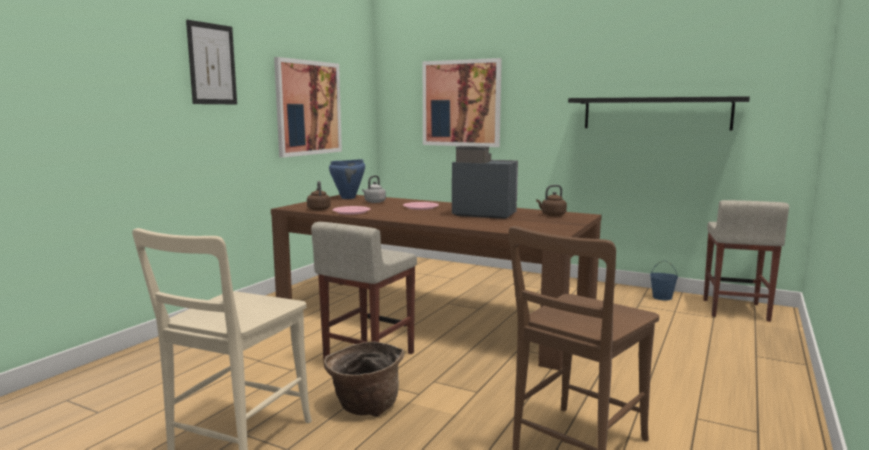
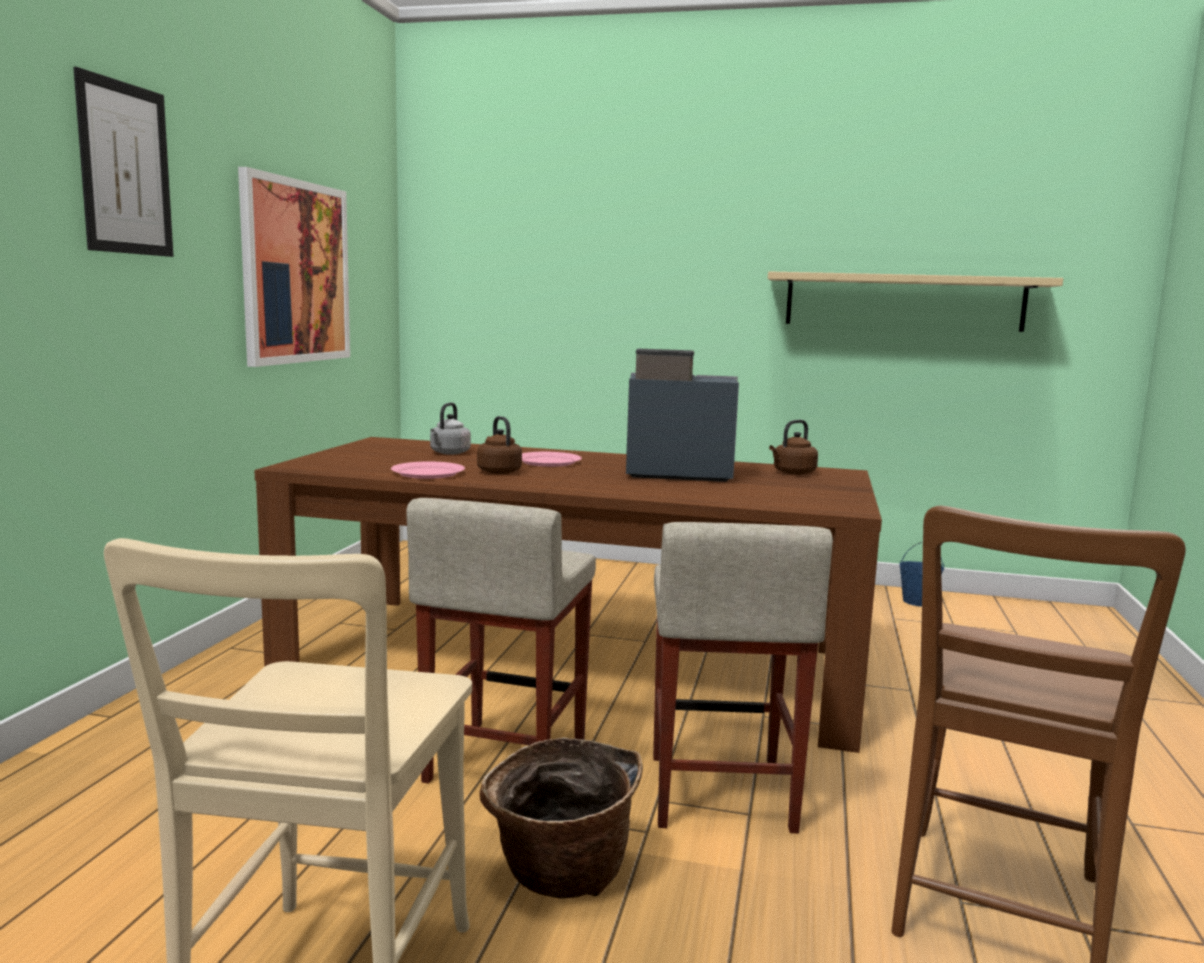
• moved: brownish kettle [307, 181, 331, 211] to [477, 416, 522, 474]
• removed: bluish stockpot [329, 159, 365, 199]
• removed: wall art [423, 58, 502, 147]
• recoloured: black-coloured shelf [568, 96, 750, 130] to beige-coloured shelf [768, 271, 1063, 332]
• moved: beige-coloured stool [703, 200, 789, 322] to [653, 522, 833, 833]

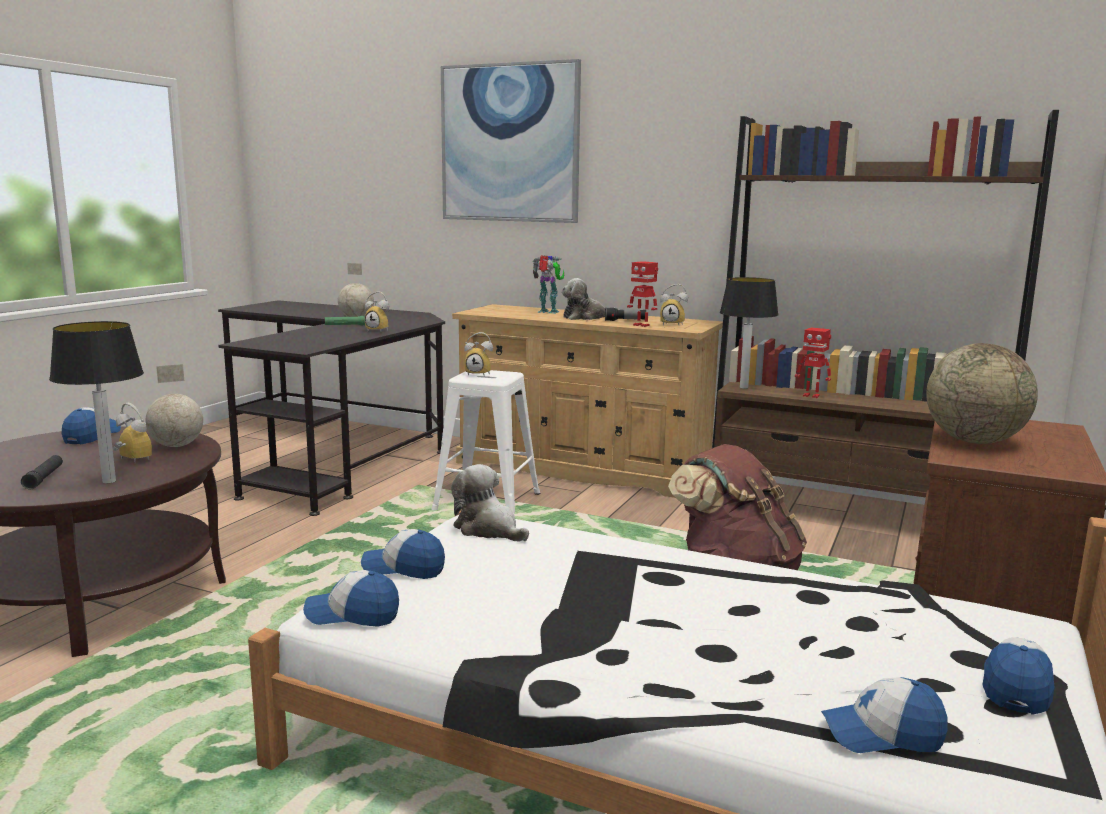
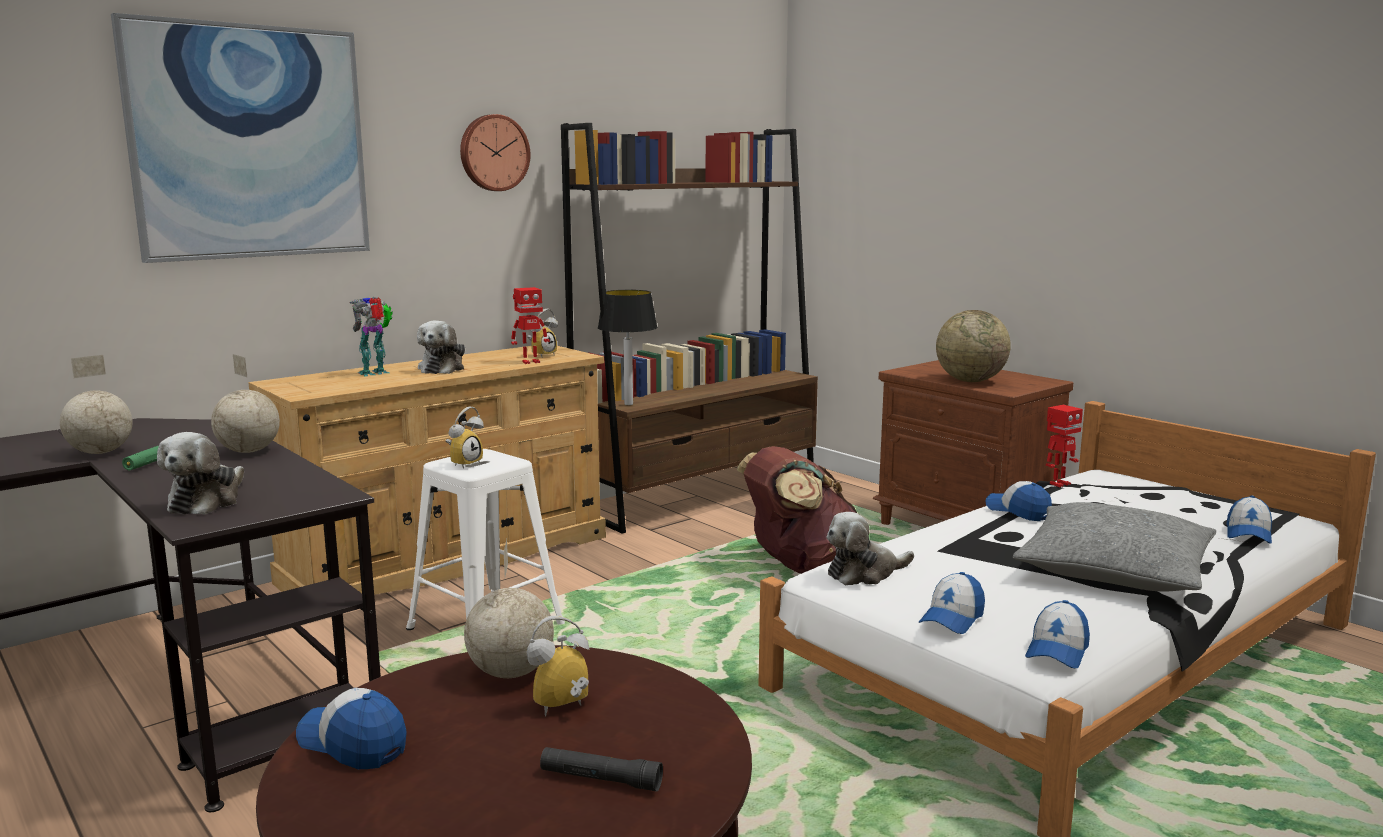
• removed: table lamp [49, 321, 144, 483]
• replaced: alarm clock [365, 292, 389, 331] to globe [211, 354, 280, 453]
• removed: hand torch [605, 307, 646, 321]
• moved: toy robot [795, 328, 831, 398] to [1046, 405, 1083, 487]
• moved: cap [982, 637, 1055, 715] to [985, 481, 1052, 521]
• added: soft toy [157, 432, 244, 515]
• added: hanging clock [460, 114, 531, 191]
• added: greyish cushion [1013, 502, 1216, 592]

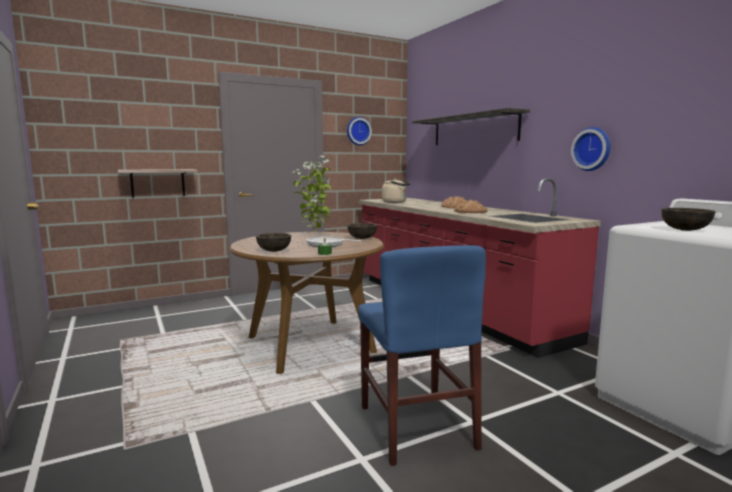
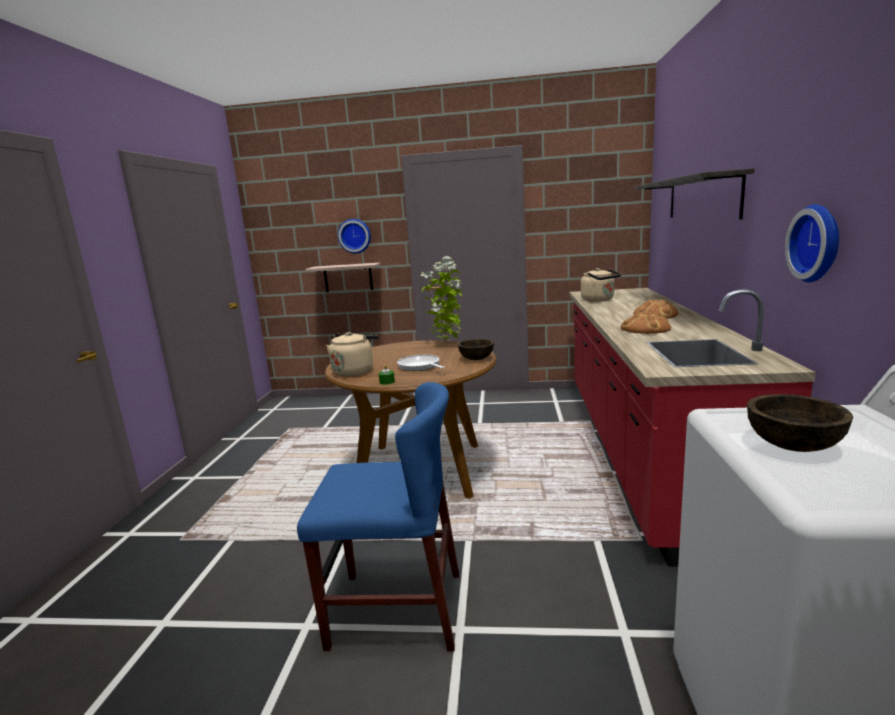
• replaced: brownish bowl [256, 233, 291, 252] to beige-coloured kettle [326, 332, 378, 376]
• moved: hanging clock [347, 117, 372, 146] to [338, 219, 371, 253]
• turned: bluish chair [358, 245, 486, 466] = [297, 382, 459, 652] 105 degrees counterclockwise

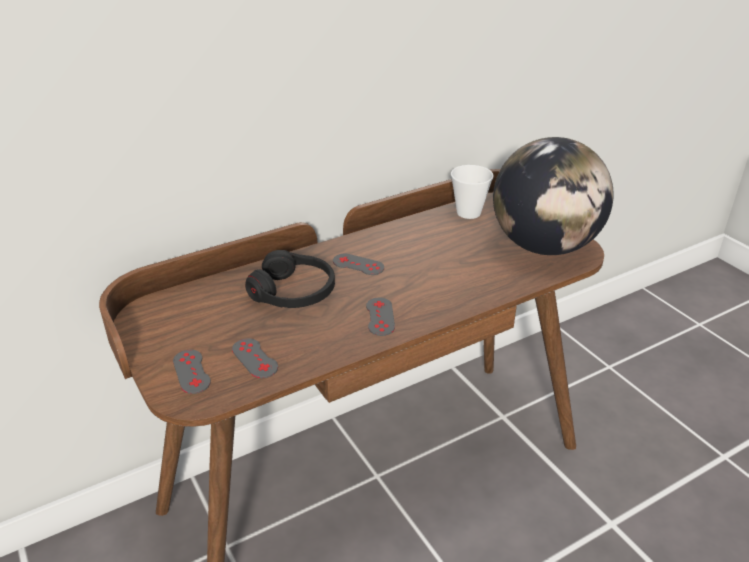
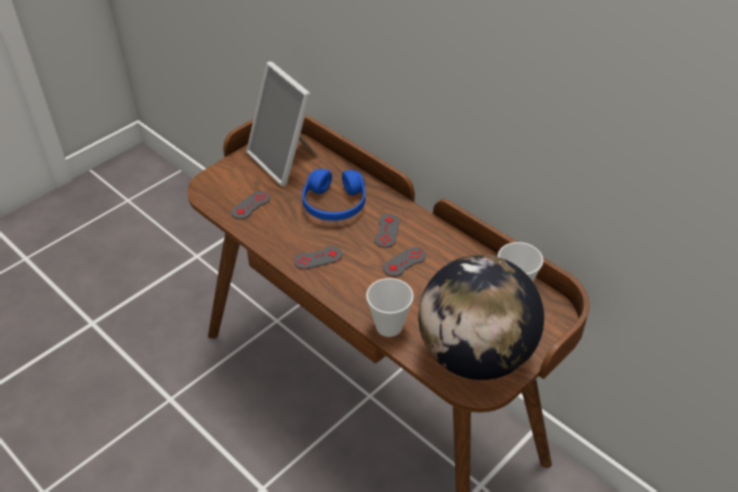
• moved: greyish game controller [173, 350, 211, 394] to [383, 247, 426, 277]
• recoloured: black-coloured headset [245, 250, 335, 308] to bluish headset [302, 169, 365, 221]
• added: photo frame [246, 61, 318, 186]
• added: drinking cup [366, 278, 414, 337]

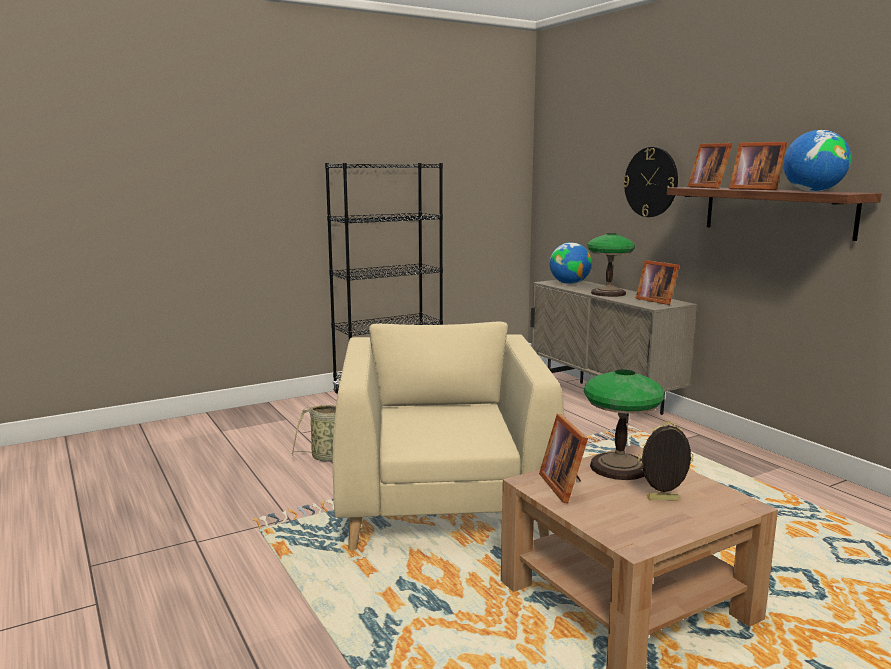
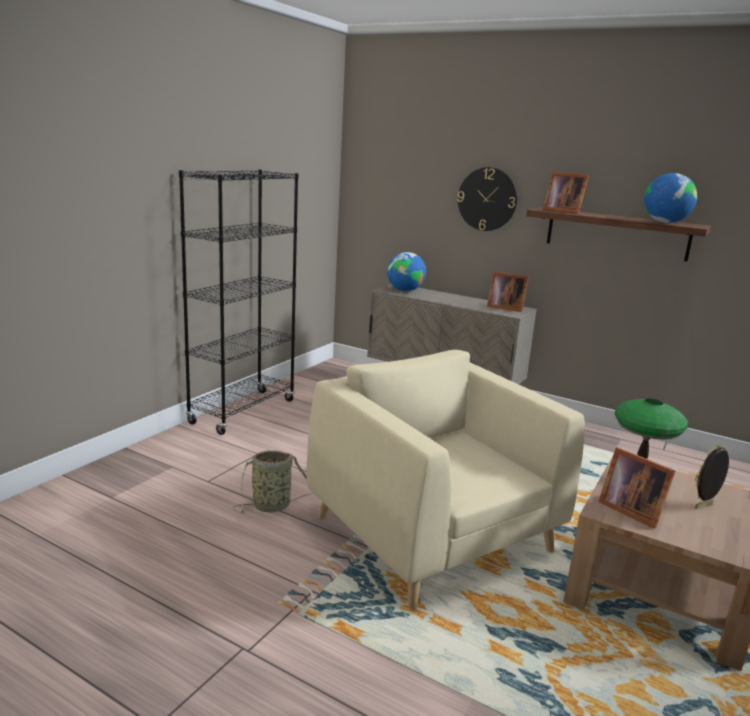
• removed: table lamp [587, 233, 635, 297]
• removed: photo frame [729, 142, 787, 190]

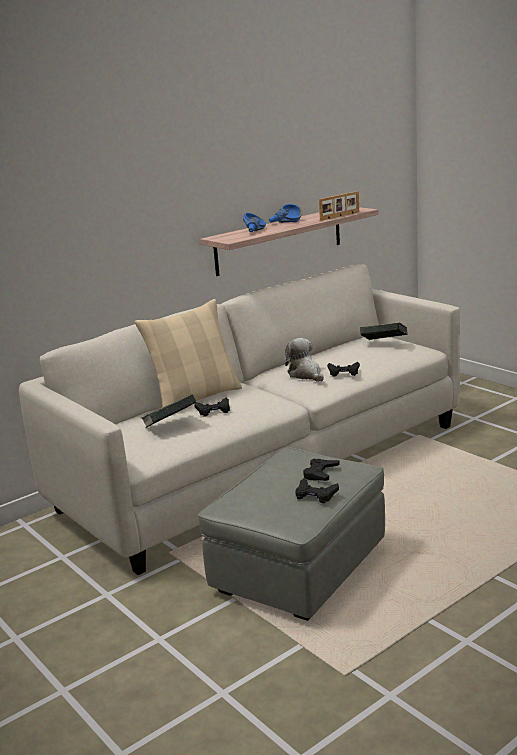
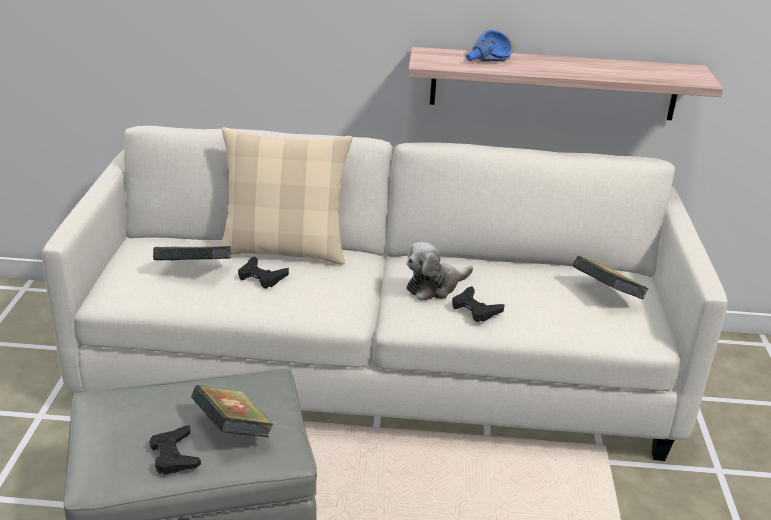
• removed: bluish bowl [269, 204, 303, 223]
• turned: soft toy [285, 338, 324, 382] = [407, 242, 473, 301] 135 degrees counterclockwise
• replaced: black-coloured game controller [303, 458, 340, 481] to bound book [191, 385, 274, 437]
• removed: photo frame [319, 191, 359, 221]

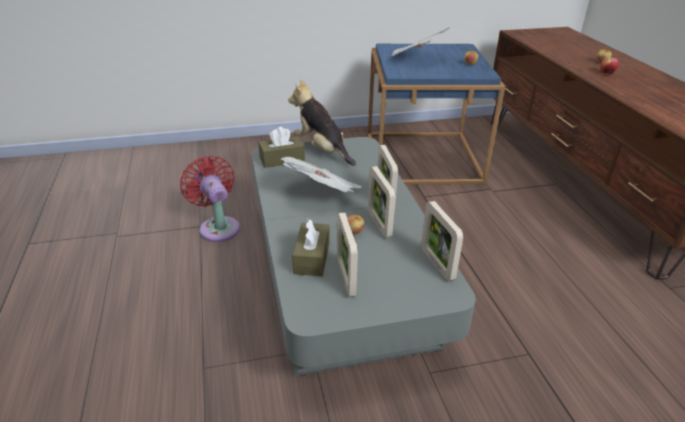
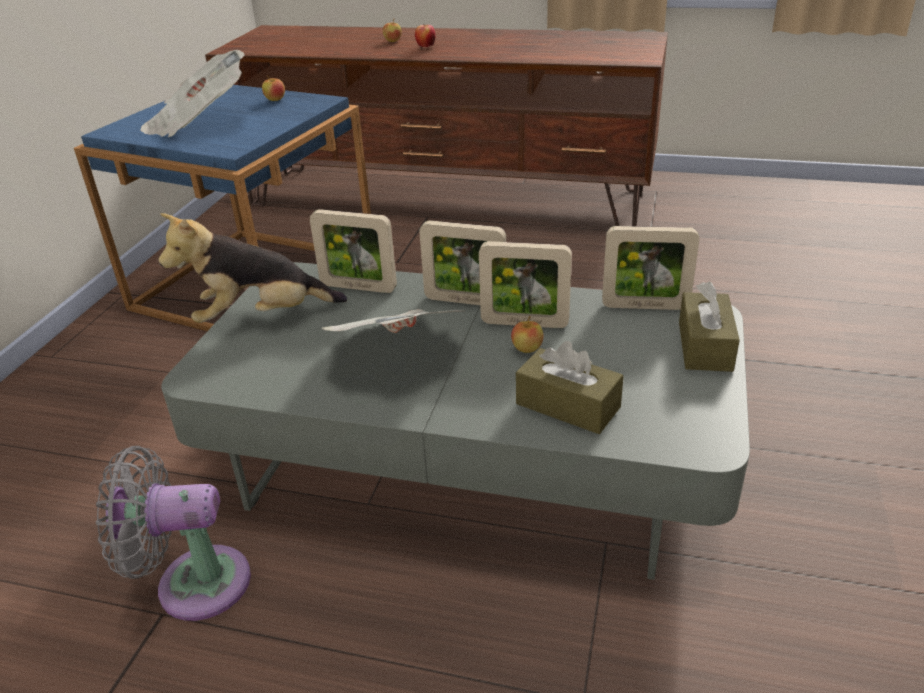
• recoloured: red cooling fan [180, 155, 240, 242] to greyish cooling fan [96, 446, 251, 621]
• moved: brownish tissue holder [259, 127, 305, 168] to [679, 281, 740, 372]
• moved: photo frame [337, 212, 358, 297] to [310, 209, 397, 293]

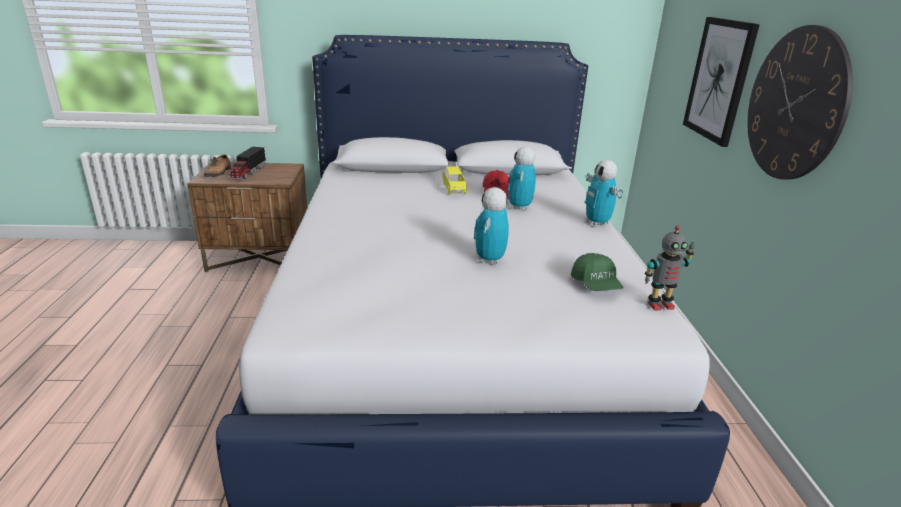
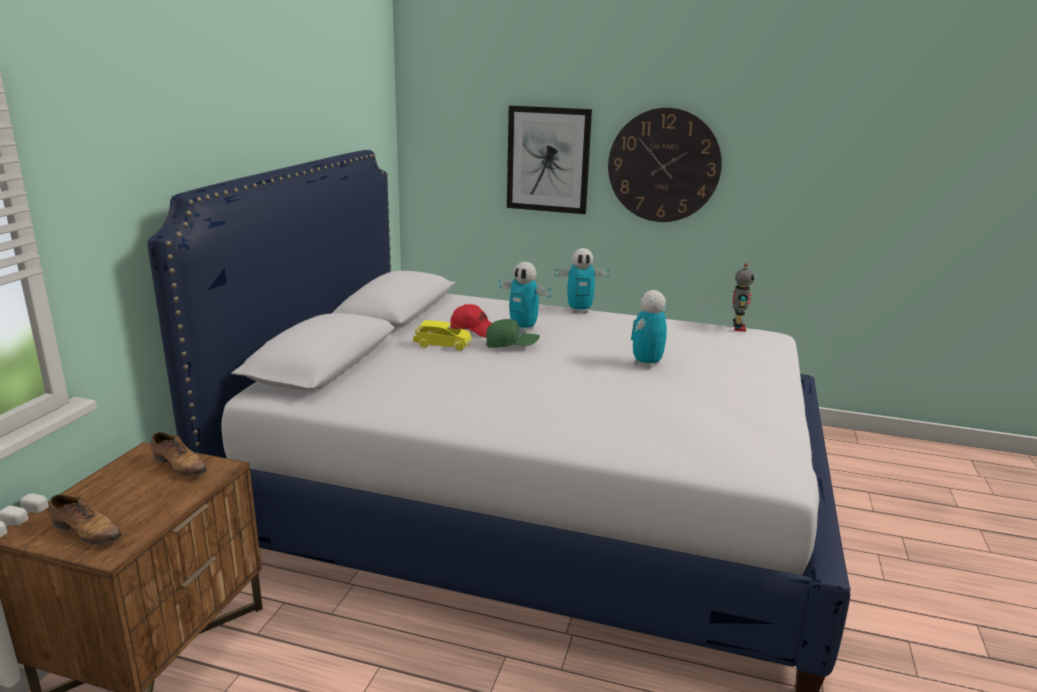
• removed: toy lorry [229, 147, 266, 180]
• turned: toy robot [474, 187, 509, 265] = [631, 290, 667, 368] 90 degrees clockwise
• moved: greenish cap [571, 253, 623, 291] to [486, 319, 540, 348]
• added: item of footwear [151, 432, 207, 476]

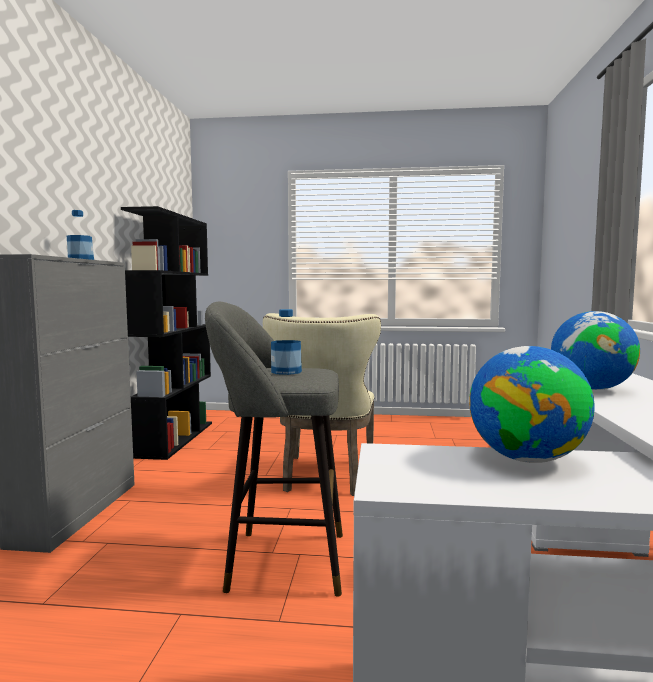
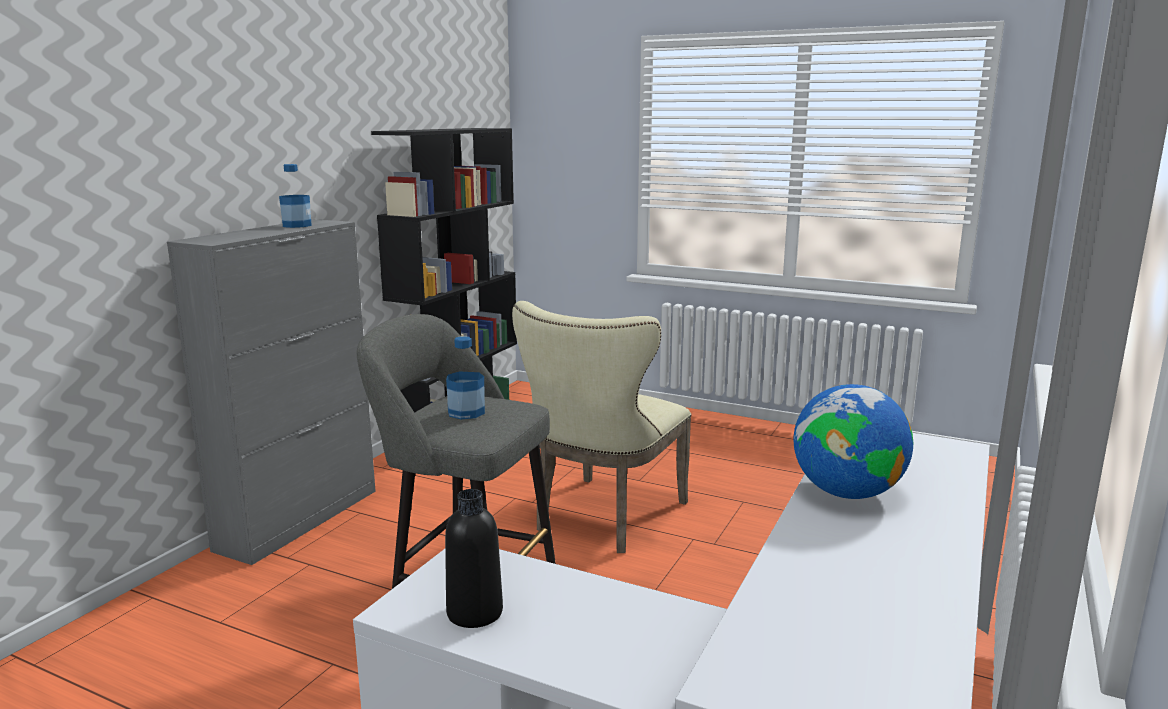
• removed: globe [469, 346, 594, 463]
• added: black-coloured drink bottle [445, 489, 503, 628]

